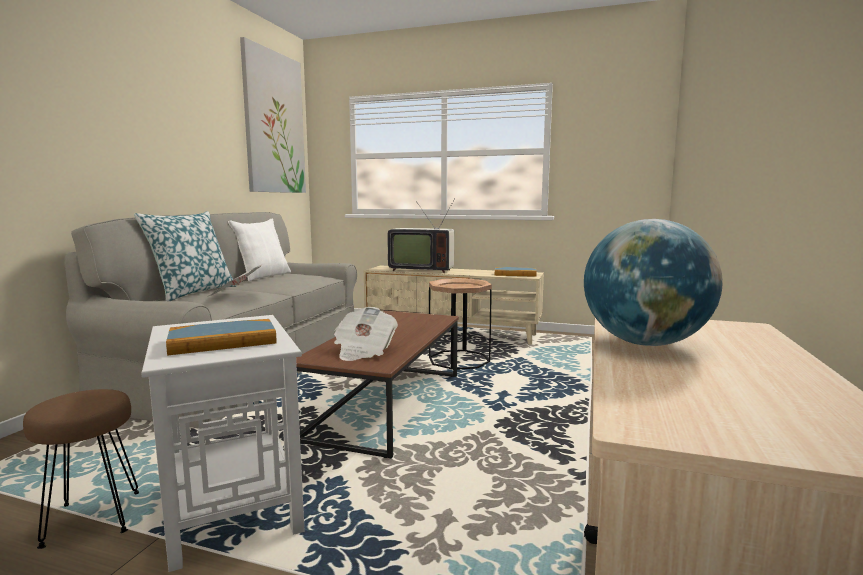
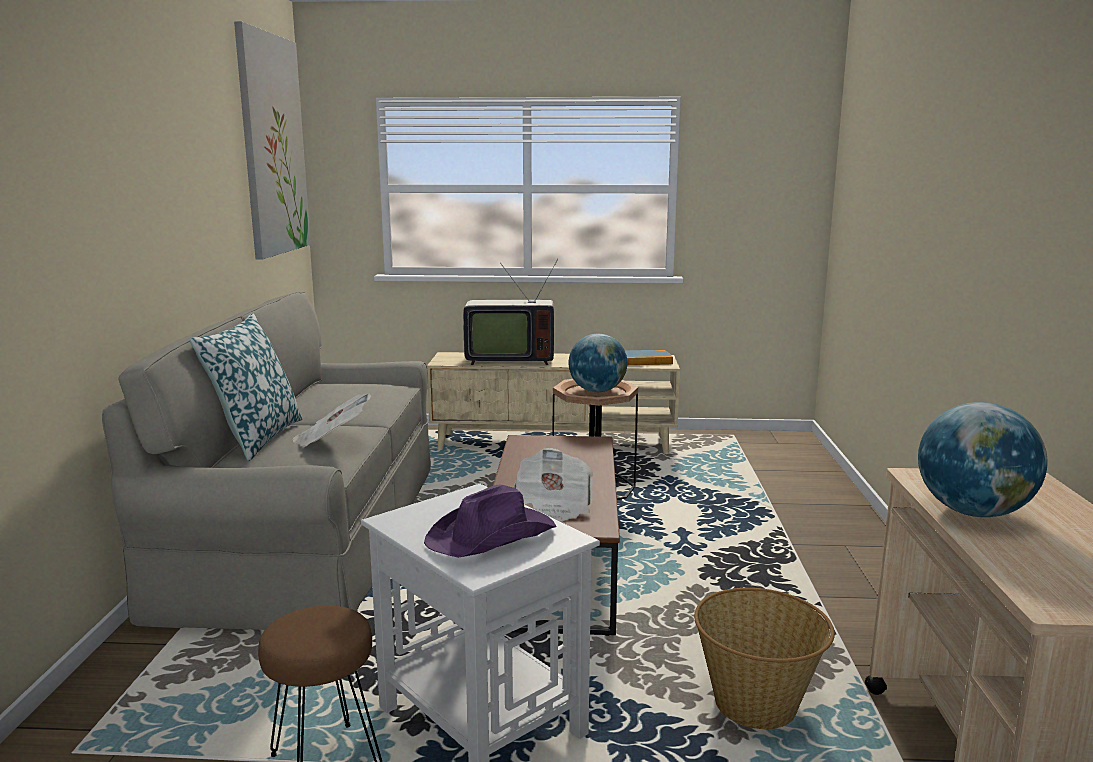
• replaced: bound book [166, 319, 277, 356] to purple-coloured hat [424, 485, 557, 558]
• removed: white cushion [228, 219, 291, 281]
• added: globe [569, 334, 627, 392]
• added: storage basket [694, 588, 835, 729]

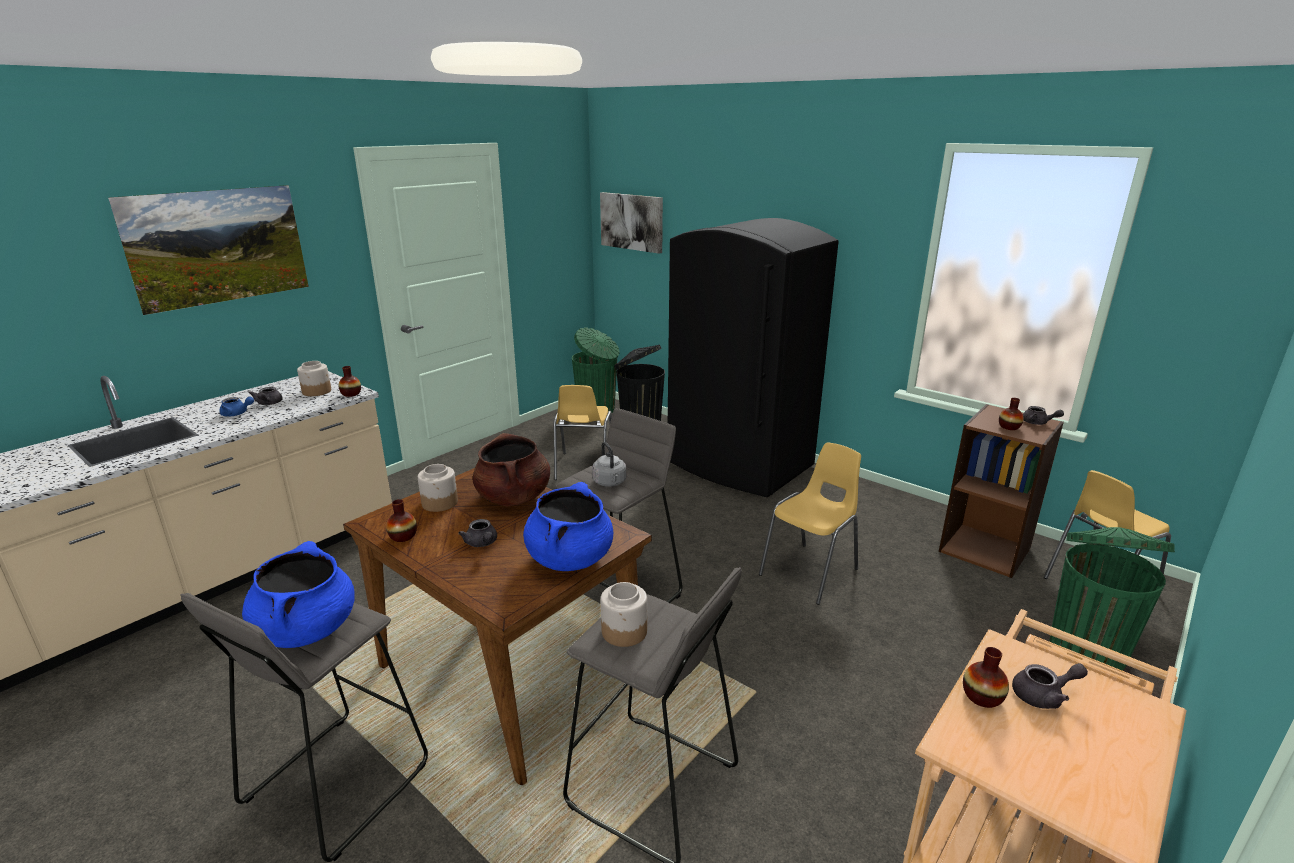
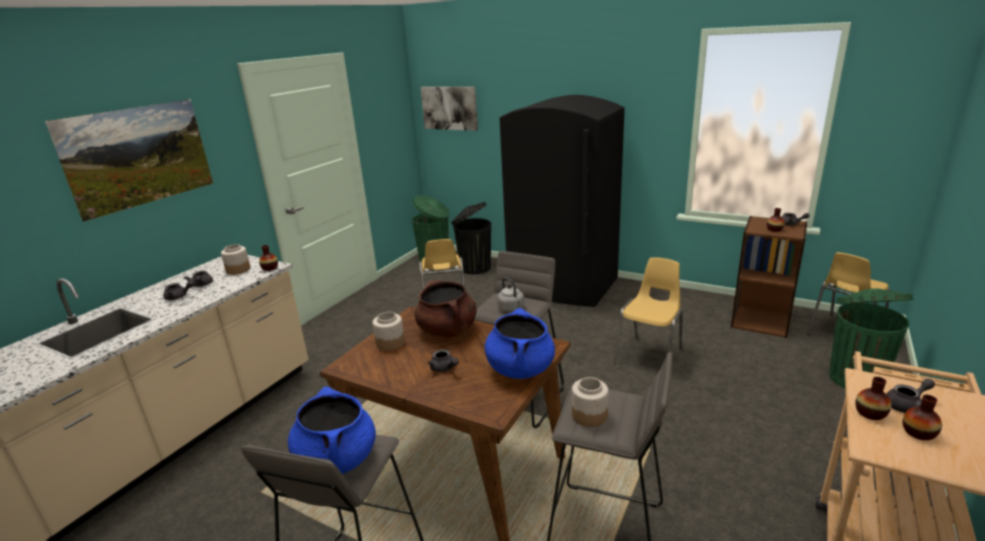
• recoloured: bluish pot for tea [220, 397, 254, 416] to greyish pot for tea [163, 281, 194, 300]
• moved: vase [386, 499, 417, 542] to [903, 395, 942, 440]

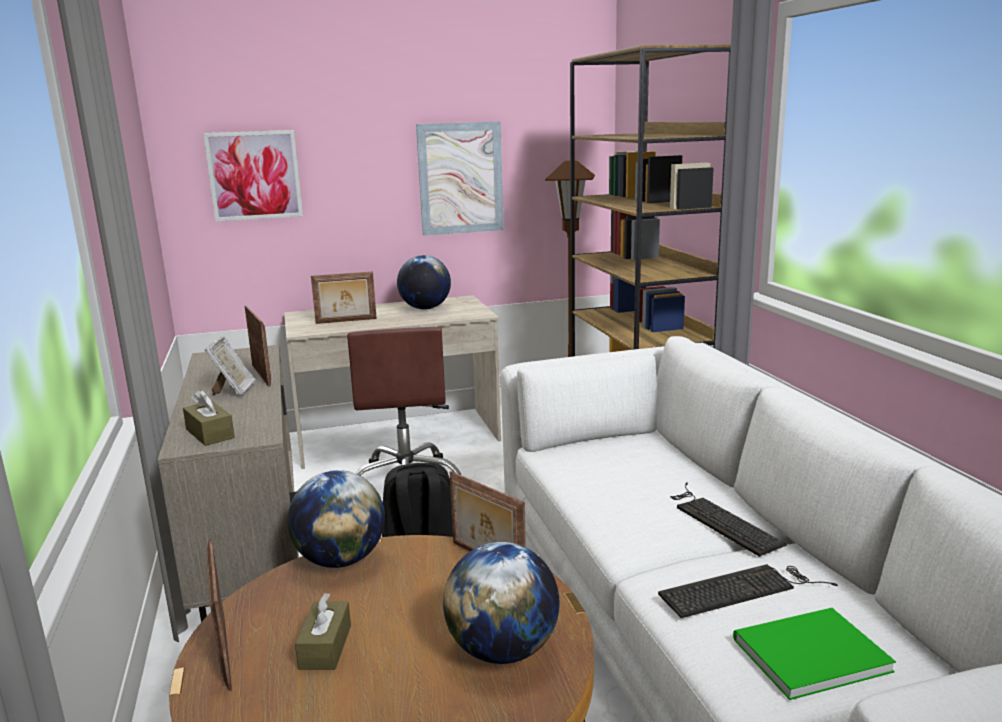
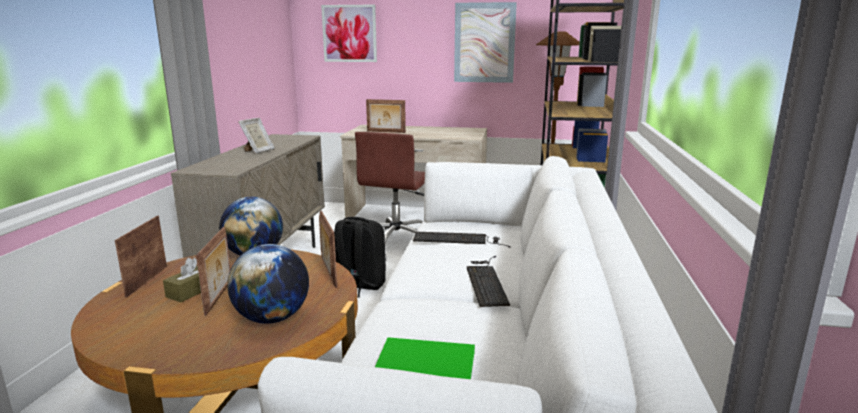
• removed: brownish tissue holder [183, 389, 235, 446]
• moved: photo frame [245, 306, 271, 387] to [196, 227, 231, 316]
• removed: globe [397, 255, 451, 309]
• moved: keyboard [658, 564, 838, 618] to [413, 232, 510, 248]

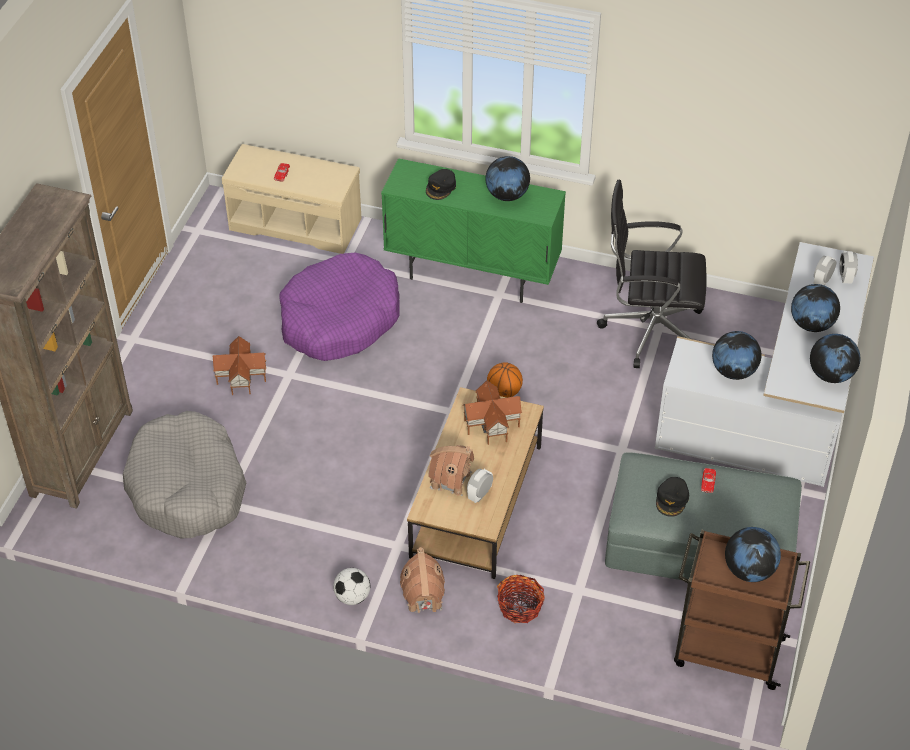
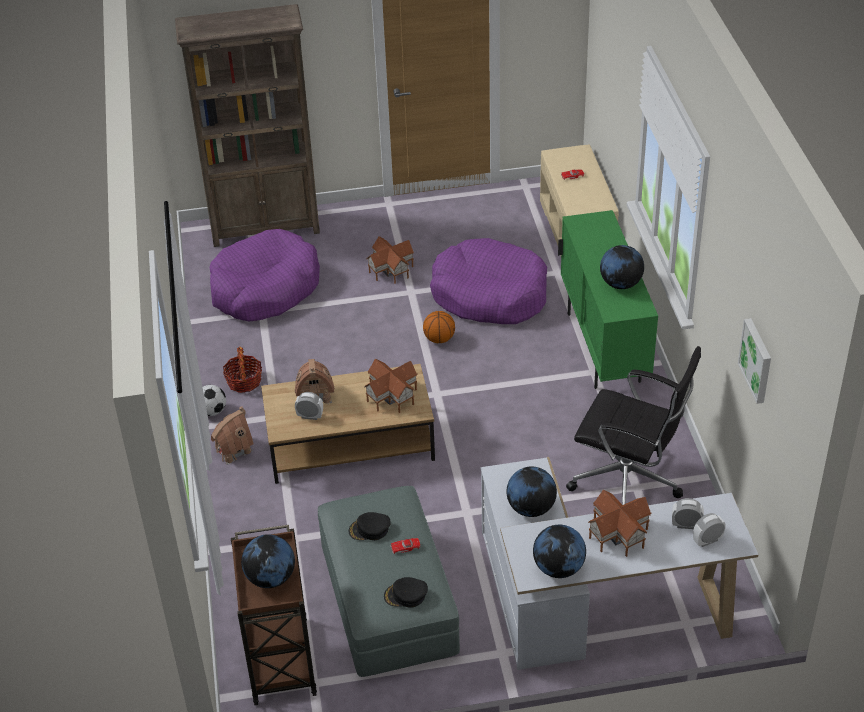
• recoloured: greyish dog cushion [123, 411, 246, 538] to purple-coloured dog cushion [210, 229, 320, 321]
• moved: black-coloured cap [426, 169, 456, 200] to [384, 577, 428, 608]
• moved: basketball [487, 362, 523, 398] to [423, 311, 455, 343]
• moved: storage basket [497, 575, 544, 623] to [223, 347, 262, 393]
• turned: black-coloured office chair [597, 180, 706, 368] = [566, 346, 701, 505] 135 degrees clockwise
• replaced: globe [791, 284, 840, 332] to miniature house [588, 490, 652, 557]
• added: wall art [738, 318, 771, 404]

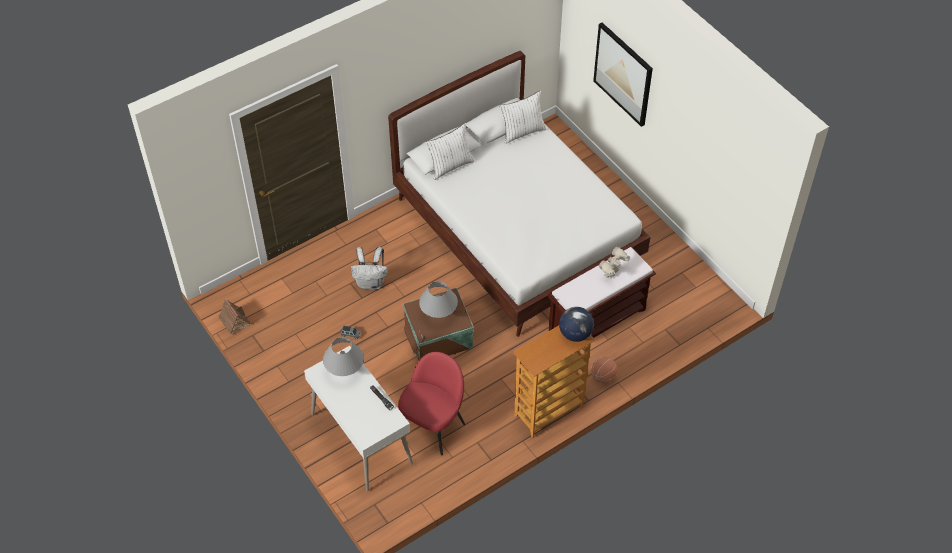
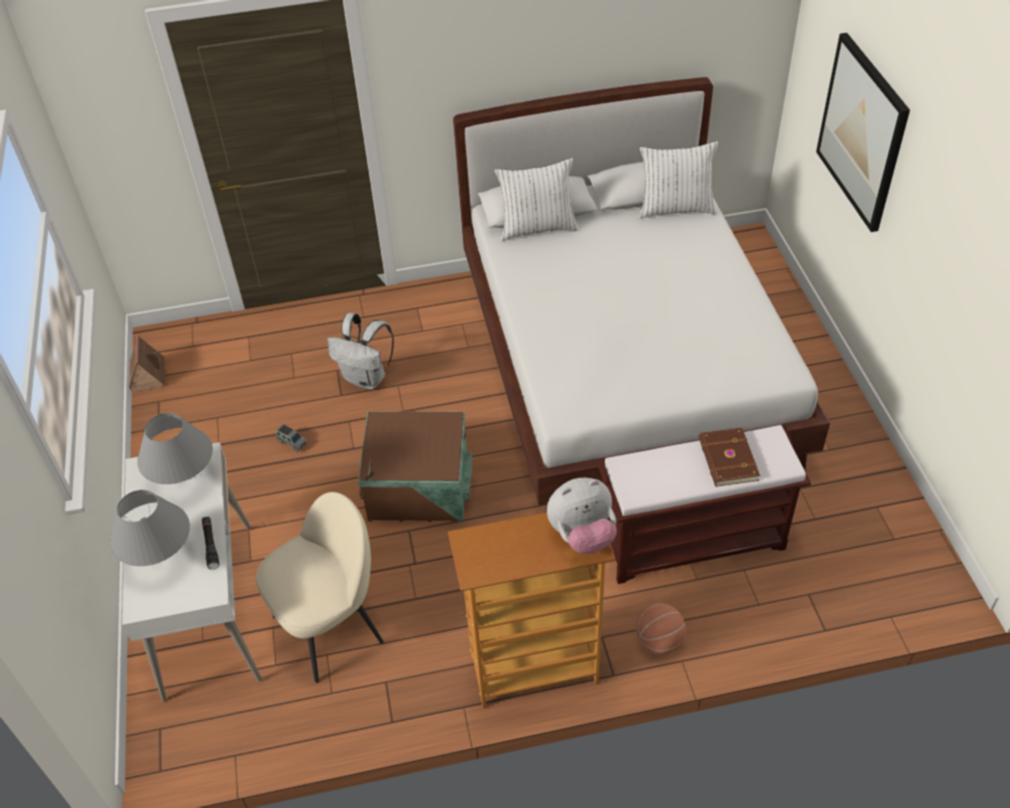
• recoloured: red chair [398, 352, 465, 455] to beige-coloured chair [256, 492, 384, 683]
• moved: greyish table lamp [419, 281, 458, 318] to [110, 490, 190, 566]
• replaced: globe [559, 307, 594, 342] to soft toy [547, 478, 617, 554]
• replaced: toy robot [599, 247, 630, 279] to brownish bound book [699, 428, 760, 487]

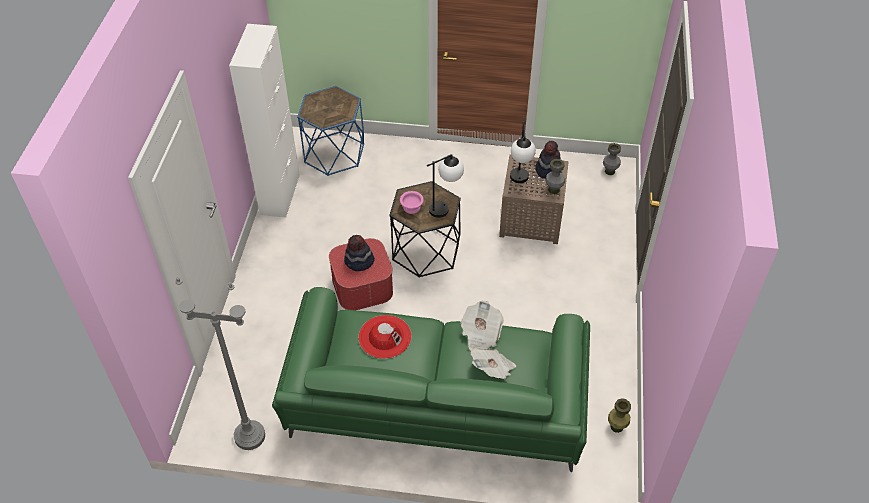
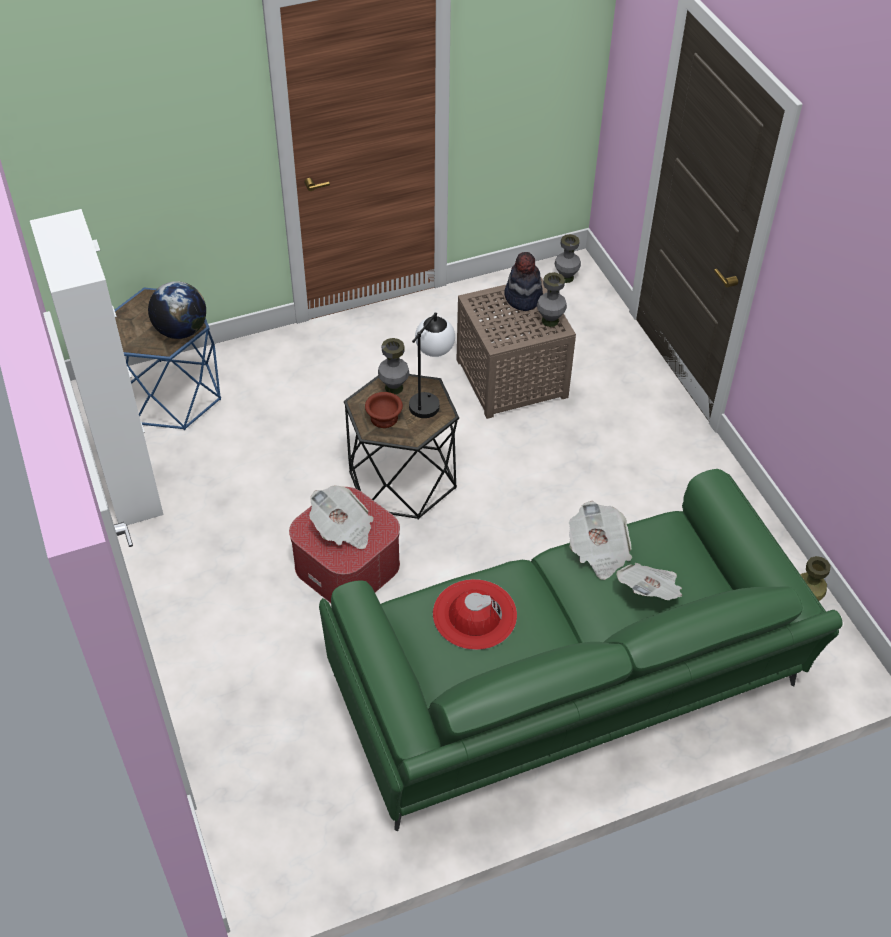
• removed: greyish standing lamp [175, 277, 265, 450]
• replaced: hat [344, 235, 375, 271] to daily paper [309, 486, 373, 549]
• recoloured: pink bowl [400, 191, 424, 214] to brownish bowl [365, 392, 403, 428]
• removed: table lamp [510, 118, 536, 183]
• added: globe [148, 281, 206, 339]
• added: greyish vase [378, 338, 410, 394]

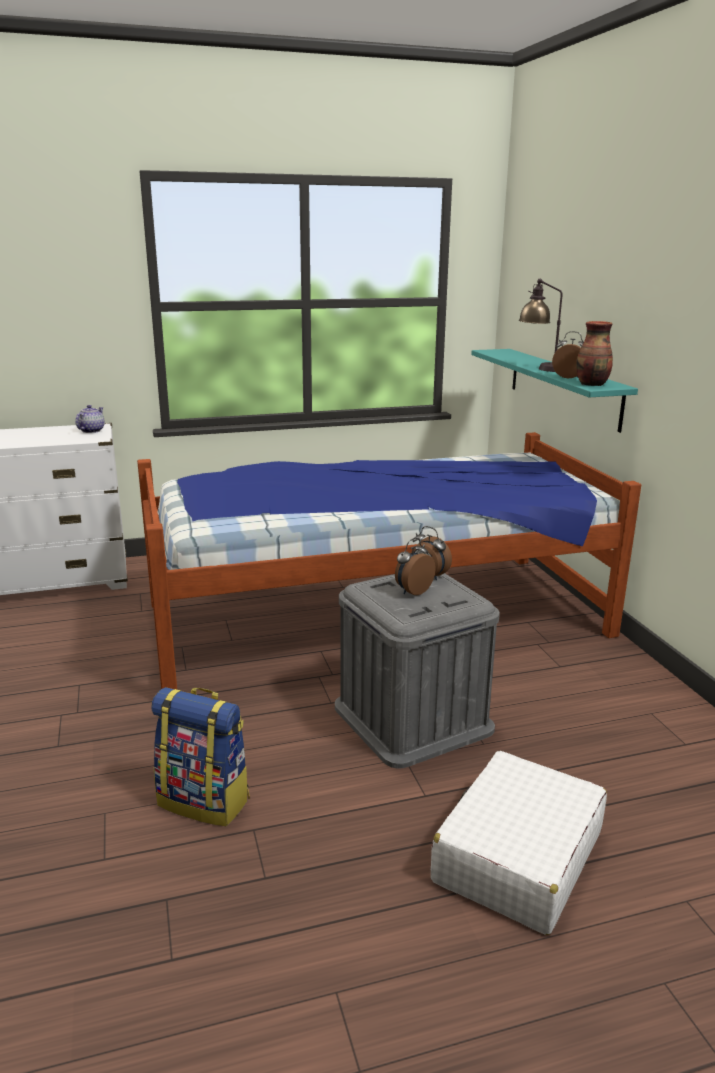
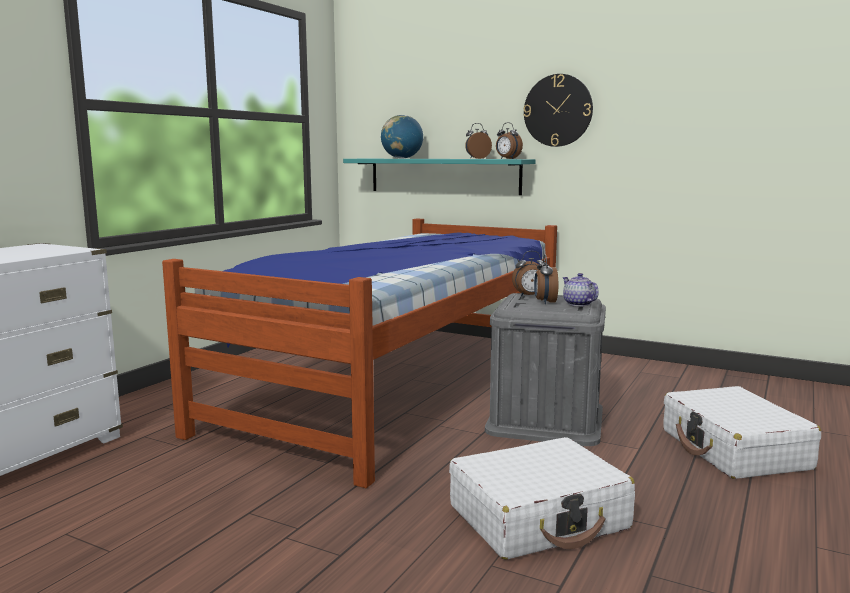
• moved: pot for tea [75, 405, 105, 433] to [562, 273, 599, 306]
• replaced: rucksack [151, 687, 250, 827] to white travel case [449, 437, 635, 560]
• removed: table lamp [519, 279, 563, 372]
• replaced: vase [576, 321, 613, 386] to alarm clock [496, 122, 523, 159]
• added: globe [381, 115, 423, 159]
• added: hanging clock [524, 74, 593, 147]

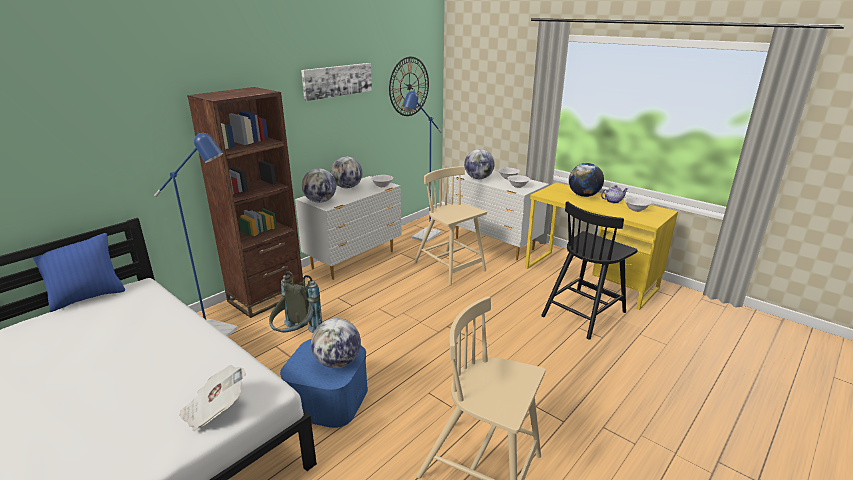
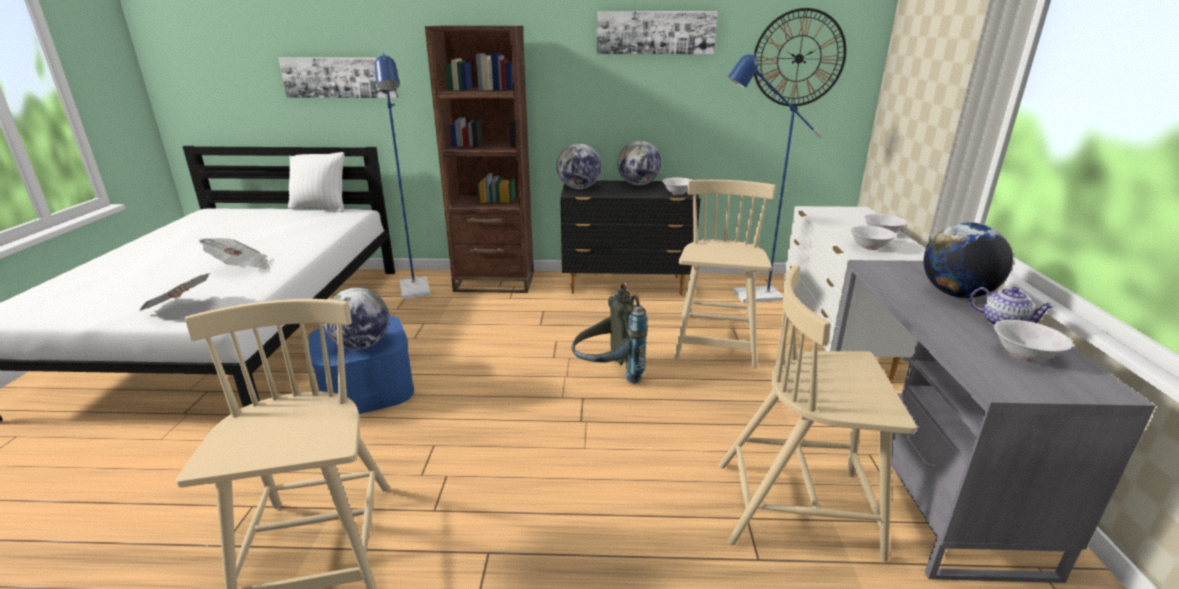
• recoloured: bluish cushion [32, 233, 125, 312] to white cushion [288, 152, 344, 212]
• moved: greyish rucksack [269, 271, 322, 333] to [571, 283, 648, 384]
• recoloured: white chest of drawers [295, 176, 402, 280] to black-coloured chest of drawers [560, 181, 700, 295]
• removed: globe [464, 149, 495, 179]
• recoloured: yellow-coloured desk table [525, 182, 678, 310] to greyish desk table [834, 260, 1155, 583]
• recoloured: black-coloured chair [541, 201, 638, 340] to beige-coloured chair [719, 265, 917, 561]
• added: daily paper [198, 238, 270, 269]
• added: wall art [278, 57, 398, 98]

